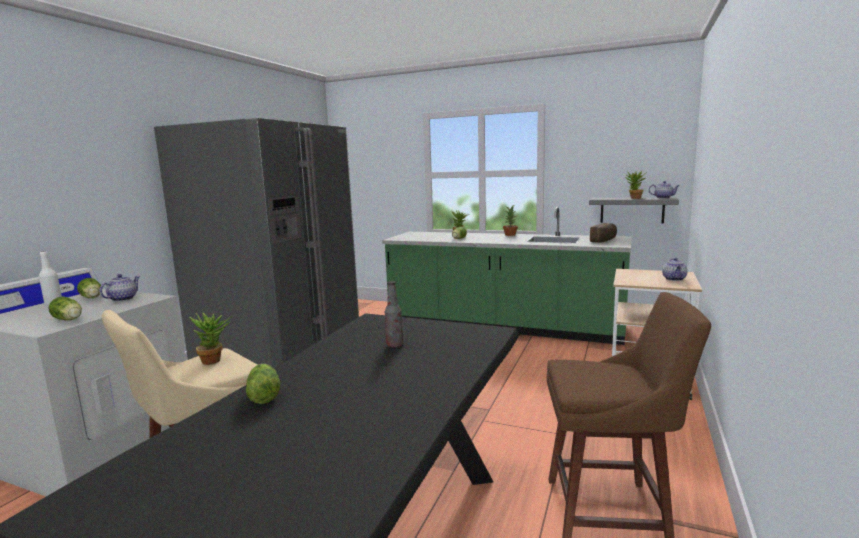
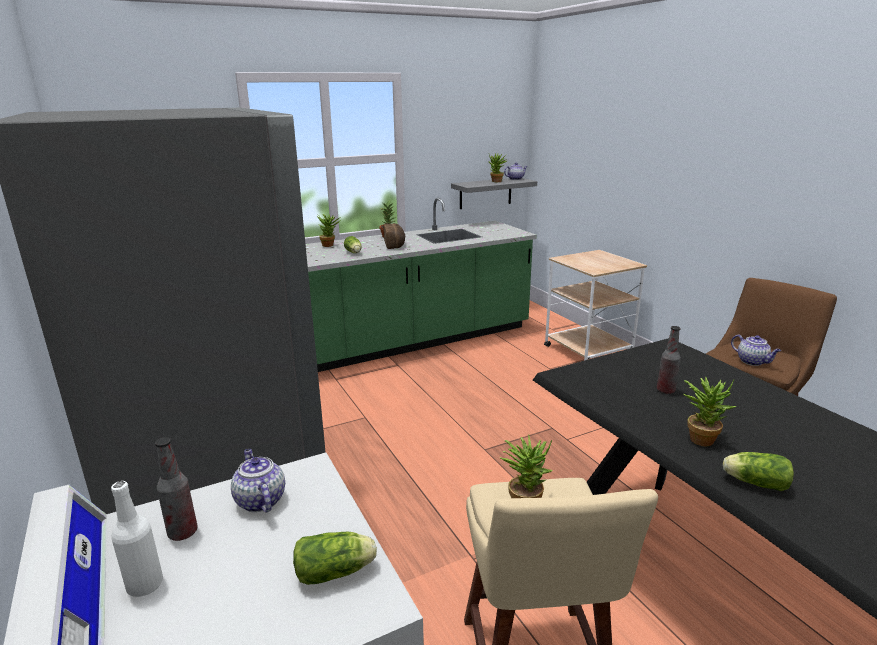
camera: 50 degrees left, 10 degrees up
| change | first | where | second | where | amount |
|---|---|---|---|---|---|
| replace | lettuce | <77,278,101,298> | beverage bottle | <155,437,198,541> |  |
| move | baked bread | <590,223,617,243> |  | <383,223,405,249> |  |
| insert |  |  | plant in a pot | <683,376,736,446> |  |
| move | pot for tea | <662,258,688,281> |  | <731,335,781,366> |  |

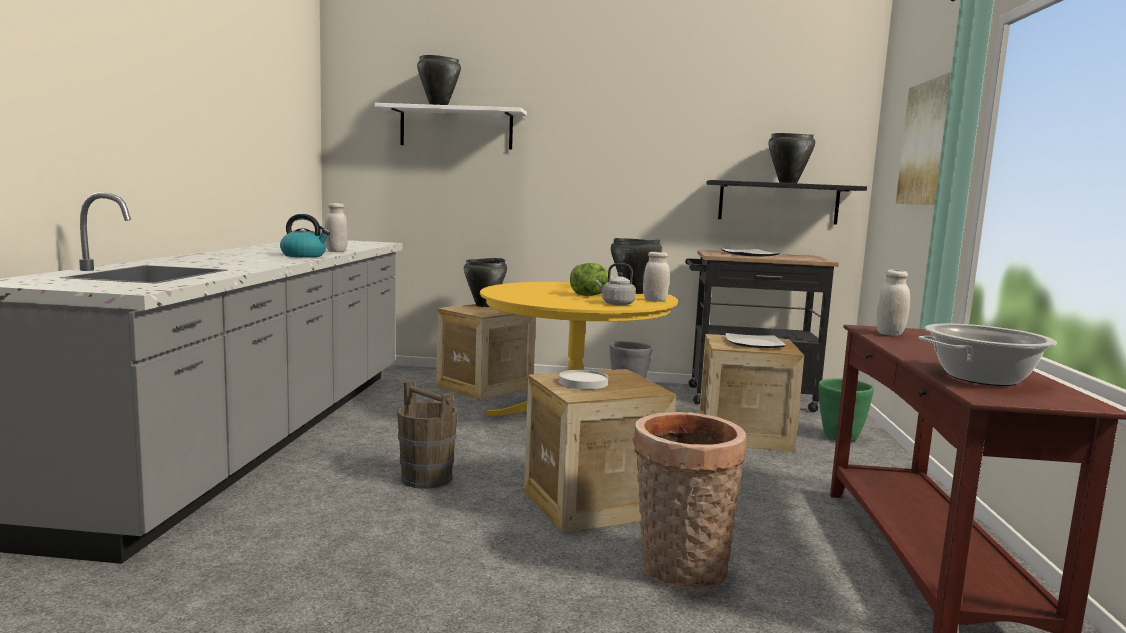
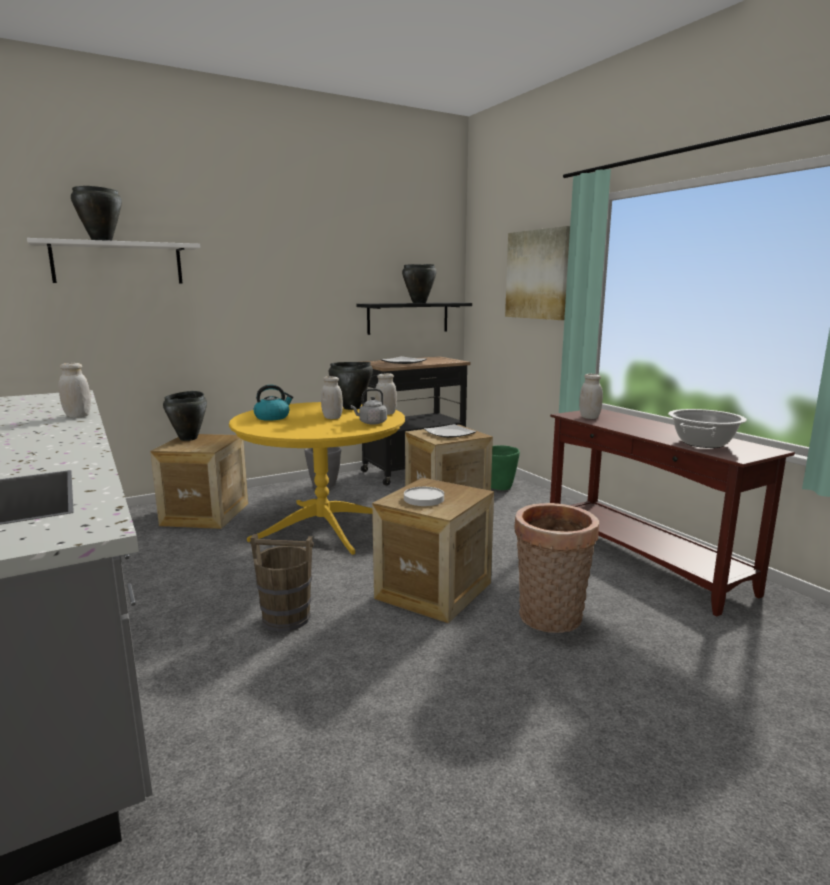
camera: 35 degrees left, 5 degrees up
| change | first | where | second | where | amount |
|---|---|---|---|---|---|
| move | tea kettle | <280,214,330,257> |  | <254,385,293,421> |  |
| replace | lettuce | <570,263,613,296> | white-coloured storage jar | <321,376,343,419> |  |

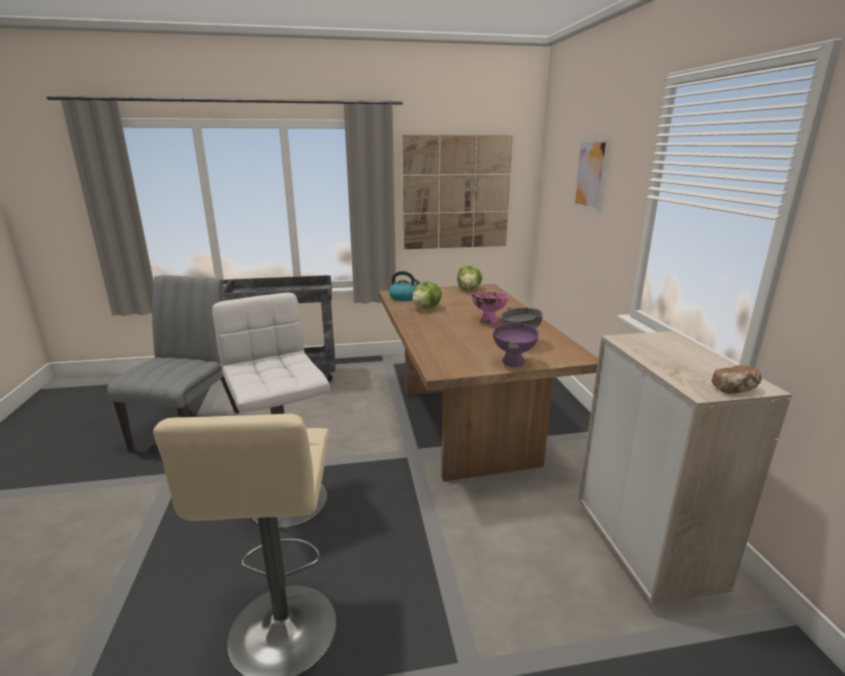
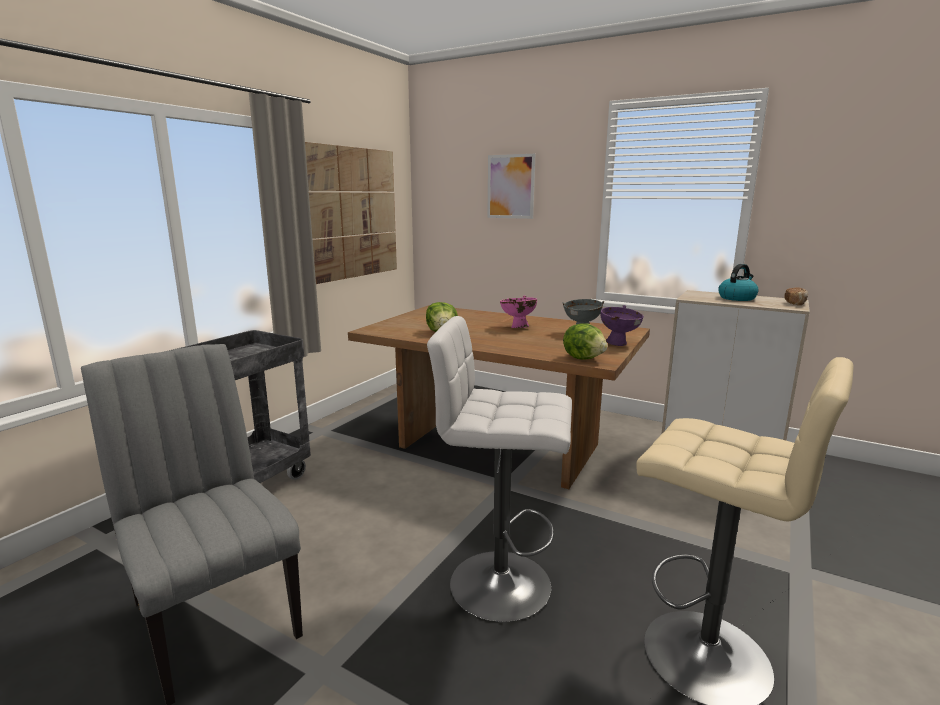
camera: 50 degrees left, 5 degrees down
| change | first | where | second | where | amount |
|---|---|---|---|---|---|
| move | lettuce | <457,266,482,290> |  | <563,324,607,360> |  |
| move | tea kettle | <389,271,421,301> |  | <718,264,759,301> |  |

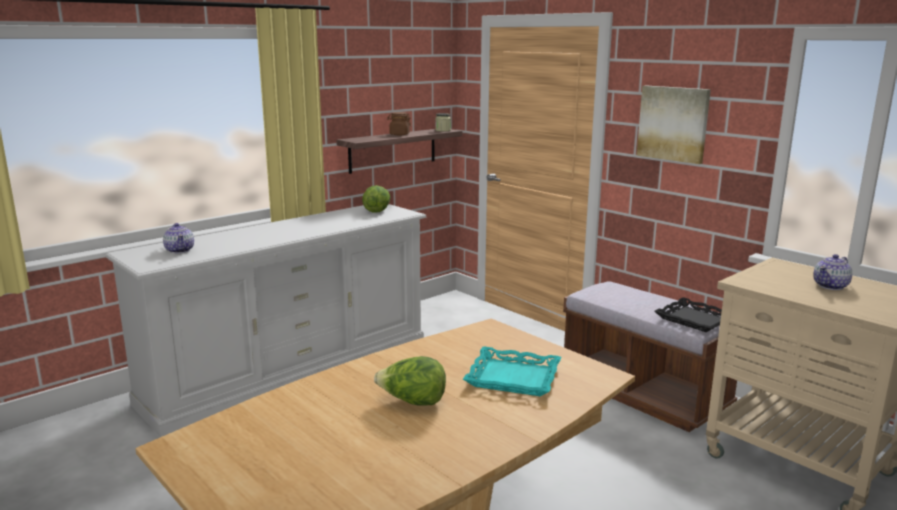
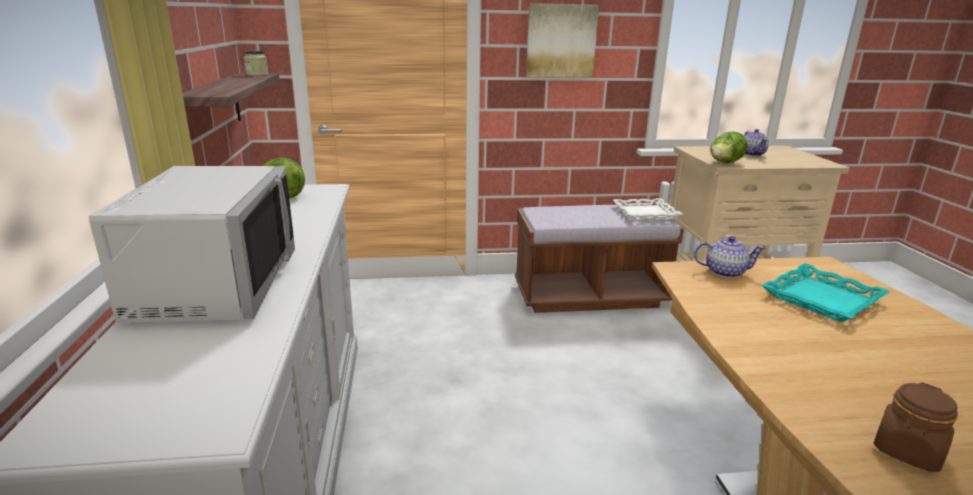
camera: 55 degrees left, 5 degrees up
| change | first | where | second | where | amount |
|---|---|---|---|---|---|
| insert |  |  | gray microwave | <89,166,295,323> |  |
| recolor | blackish tray | <654,297,722,332> | white-coloured tray | <613,198,682,220> |  |
| move | pot for tea | <163,223,194,253> |  | <694,236,766,278> |  |
| move | lettuce | <374,356,446,406> |  | <710,131,748,163> |  |
| move | brown storage jar | <387,112,411,135> |  | <874,383,958,472> |  |

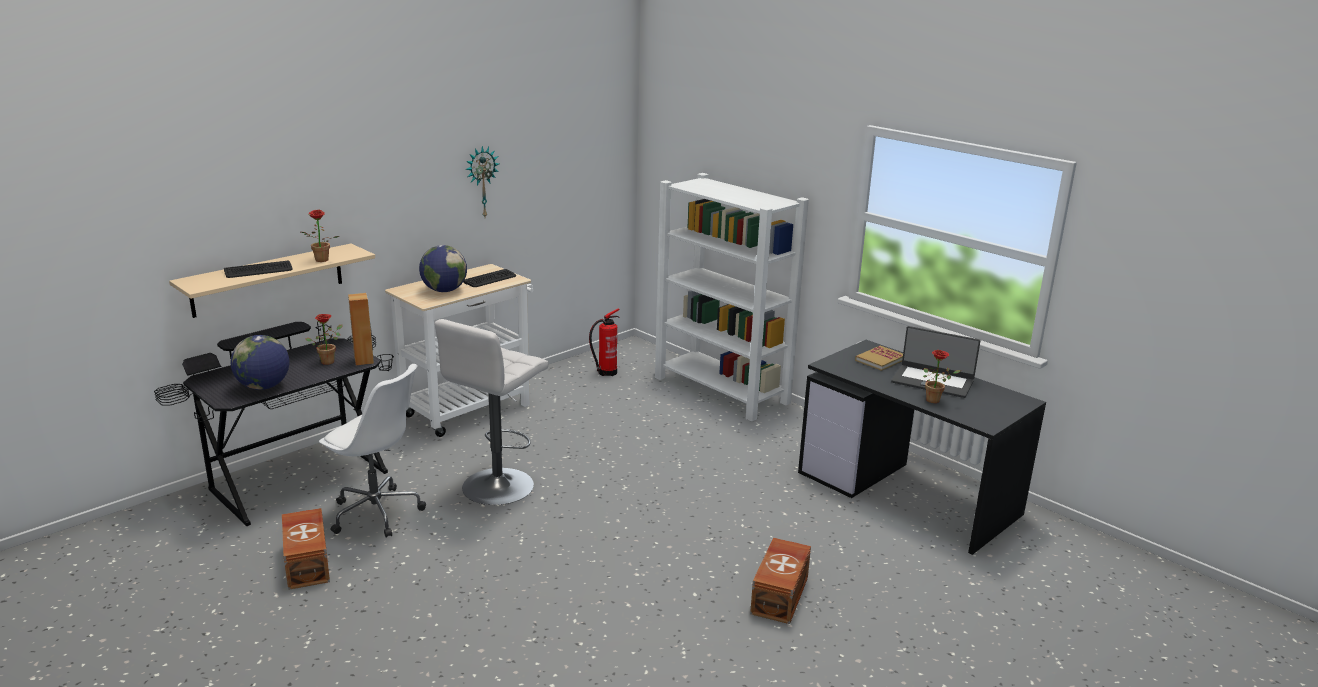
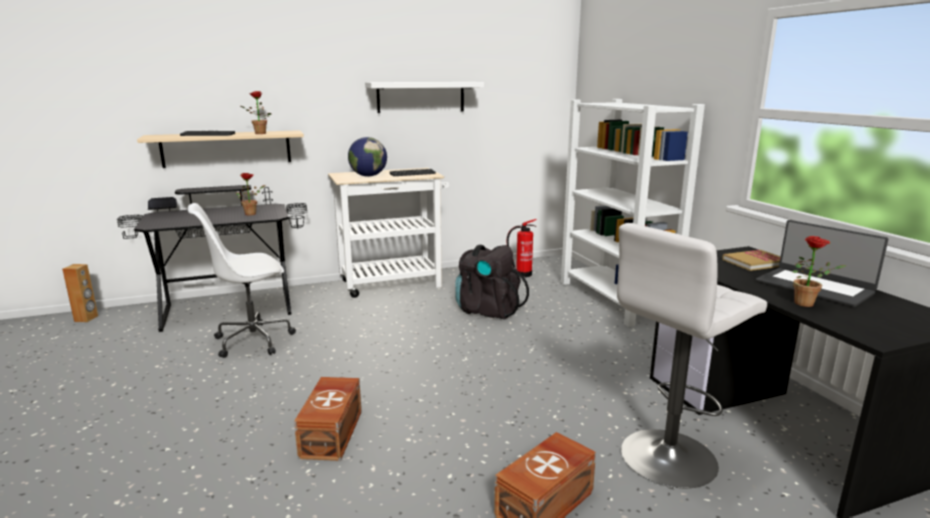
camera: 25 degrees right, 5 degrees down
| change | first | where | second | where | amount |
|---|---|---|---|---|---|
| move | brown audio speaker | <348,293,374,365> |  | <62,264,98,322> |  |
| rotate | white-coloured computer chair | <319,364,426,537> |  | <188,203,296,358> | 105 degrees clockwise |
| move | brown storage container | <282,508,330,590> |  | <294,377,361,461> |  |
| replace | clock on the wall | <466,146,499,217> | white-coloured bracket shelf | <365,82,484,113> |  |
| insert |  |  | blackish backpack | <455,245,529,320> |  |
| move | white-coloured stool seat | <434,319,548,505> |  | <617,223,767,488> |  |
| delete | desk globe | <230,335,289,390> |  |  |  |

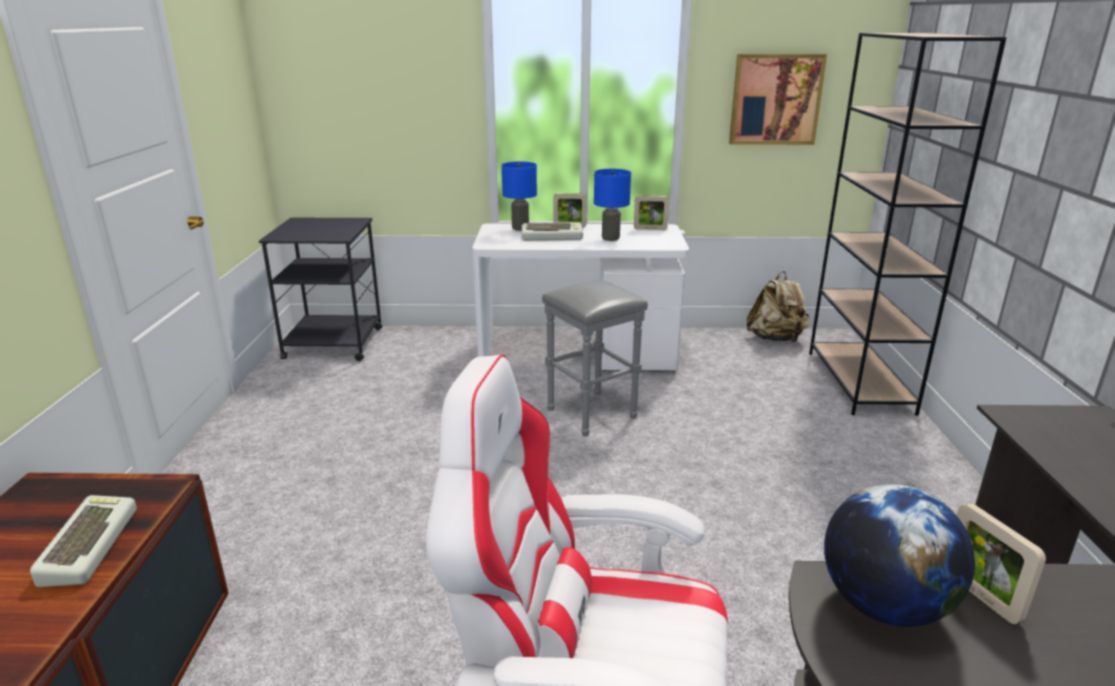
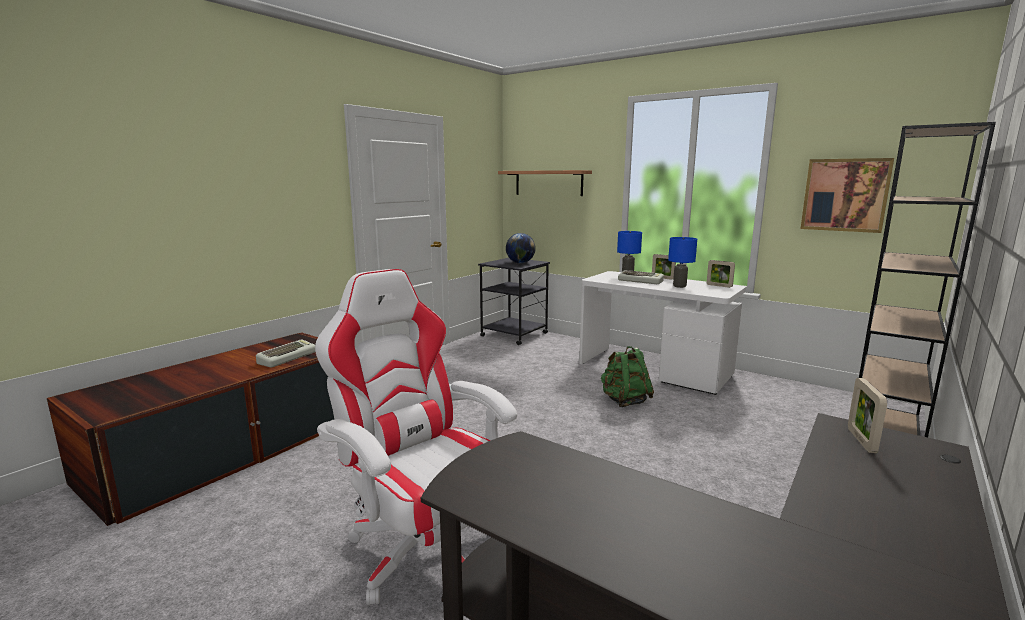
camera: 35 degrees right, 10 degrees down
| change | first | where | second | where | amount |
|---|---|---|---|---|---|
| insert |  |  | bracket shelf | <498,170,592,196> |  |
| move | desk globe | <824,484,975,627> |  | <506,233,536,263> |  |
| replace | gray stool seat | <542,281,648,436> | green-coloured backpack | <601,346,654,407> |  |
| move | standing frame | <957,503,1046,624> |  | <848,378,887,453> |  |
| delete | beige-coloured backpack | <747,271,810,342> |  |  |  |

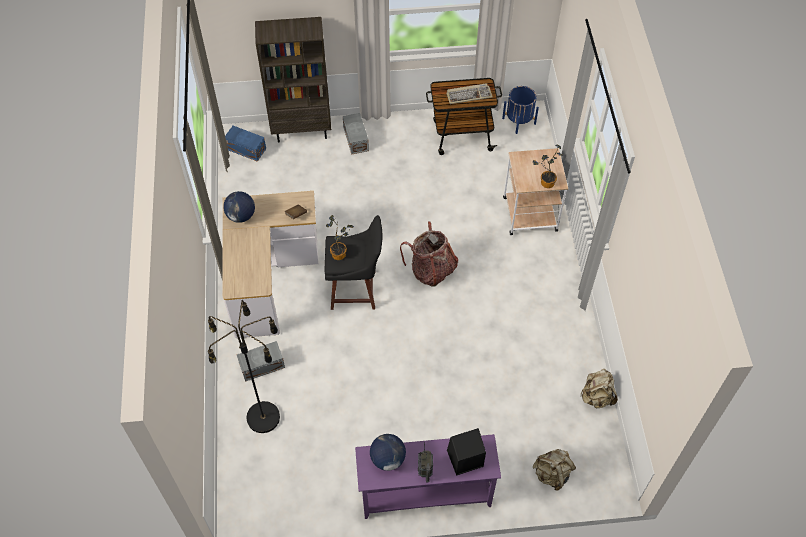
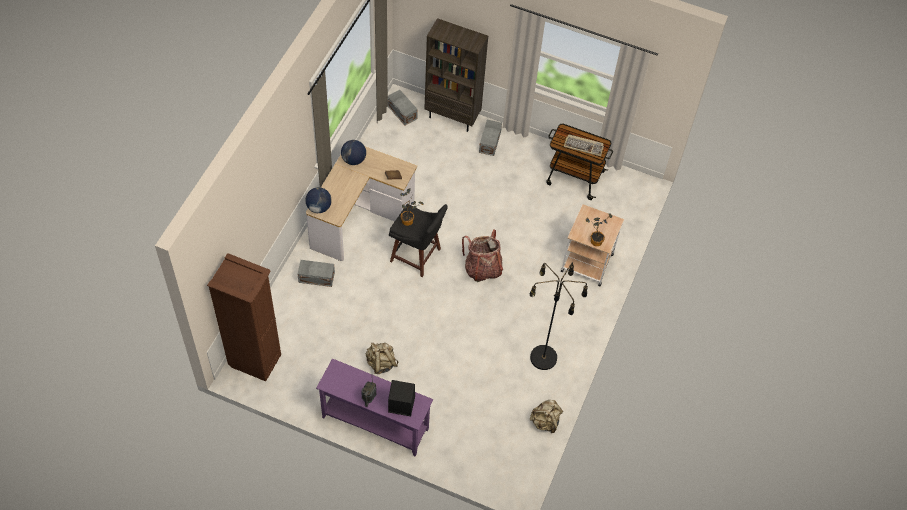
camera: 25 degrees right, 0 degrees up
| change | first | where | second | where | amount |
|---|---|---|---|---|---|
| insert |  |  | brown storage cabinet | <207,253,281,381> |  |
| move | desk globe | <370,434,406,471> |  | <305,187,332,213> |  |
| move | beige-coloured backpack | <533,449,576,491> |  | <366,342,398,374> |  |
| recolor | blue storage container | <225,126,266,161> | gray storage container | <388,90,418,126> |  |
| move | floor lamp | <208,300,280,433> |  | <530,262,588,370> |  |
| delete | blue planter | <502,86,539,134> |  |  |  |

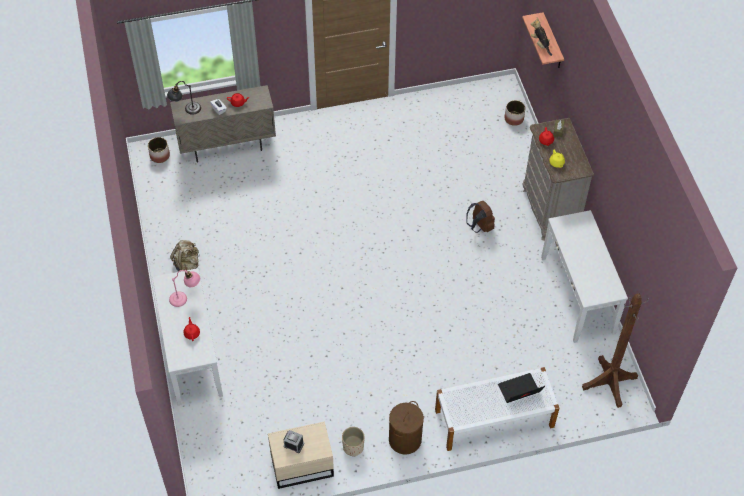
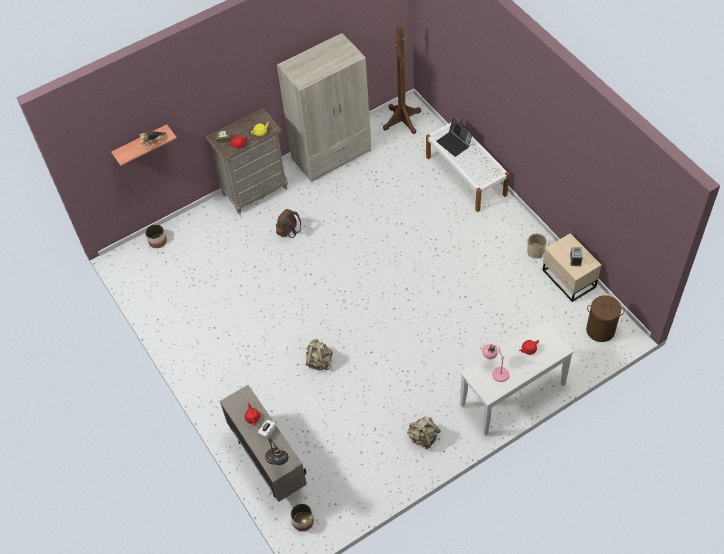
camera: 105 degrees left, 0 degrees up
| change | first | where | second | where | amount |
|---|---|---|---|---|---|
| replace | white-coloured narrow table | <541,210,628,343> | beige-coloured clothes cupboard | <277,33,371,182> |  |
| insert |  |  | beige-coloured backpack | <306,339,333,370> |  |
| move | brown hamper | <389,401,424,455> |  | <586,295,625,342> |  |

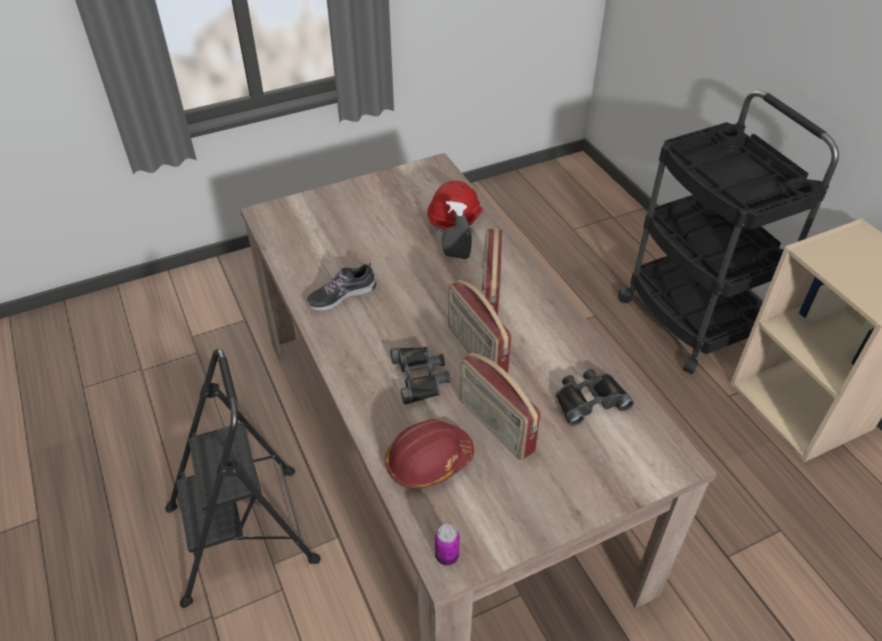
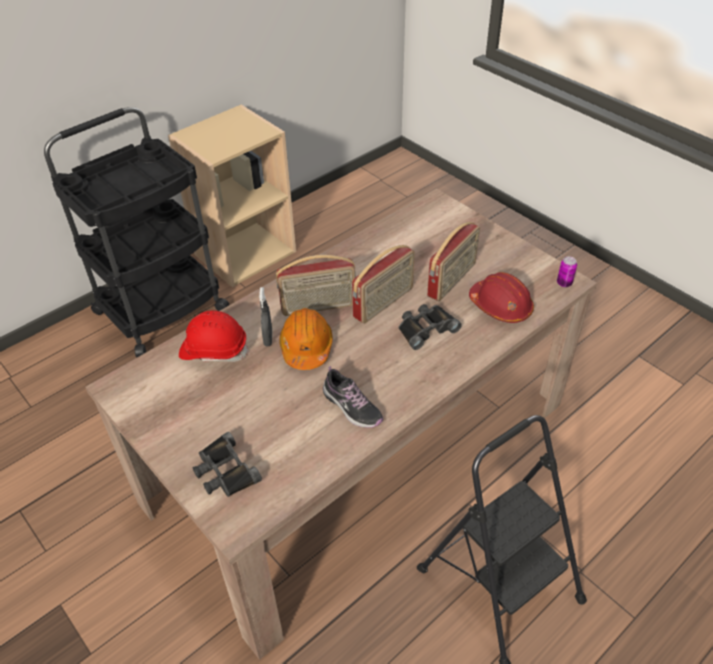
camera: 105 degrees left, 0 degrees up
| change | first | where | second | where | amount |
|---|---|---|---|---|---|
| move | blackish binoculars | <556,369,634,426> |  | <193,432,262,497> |  |
| insert |  |  | orange-coloured safety helmet | <279,308,333,370> |  |

